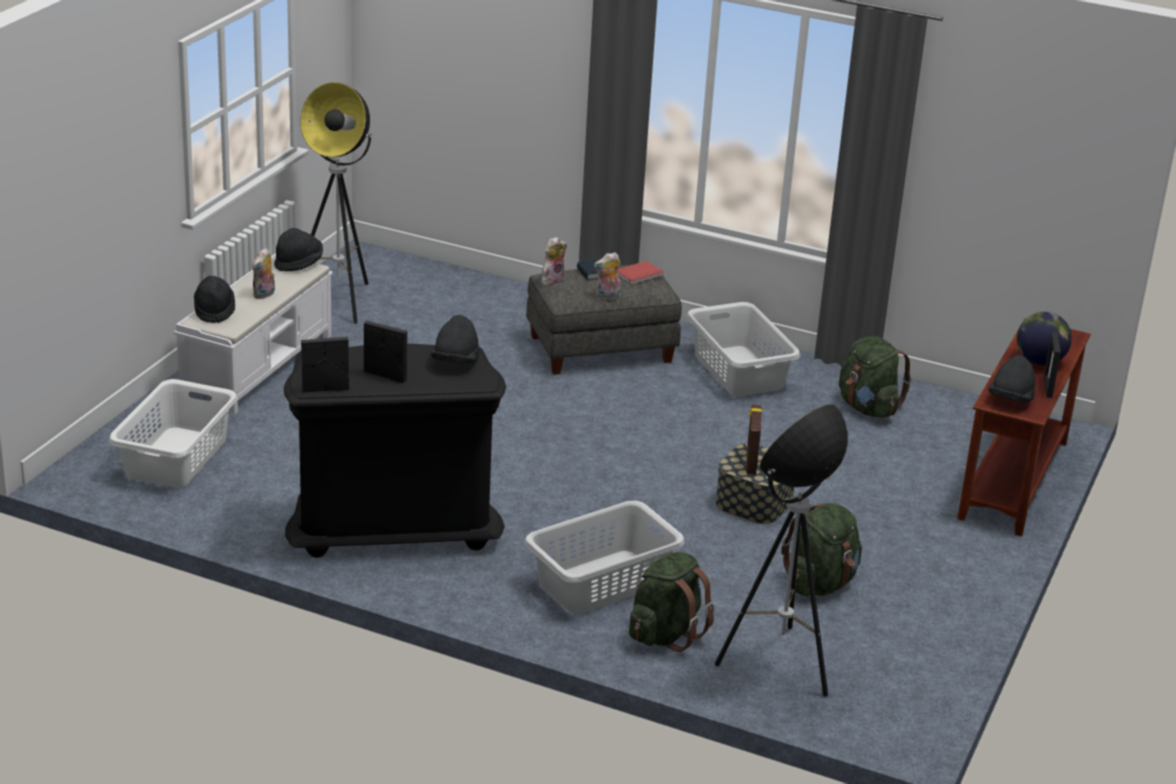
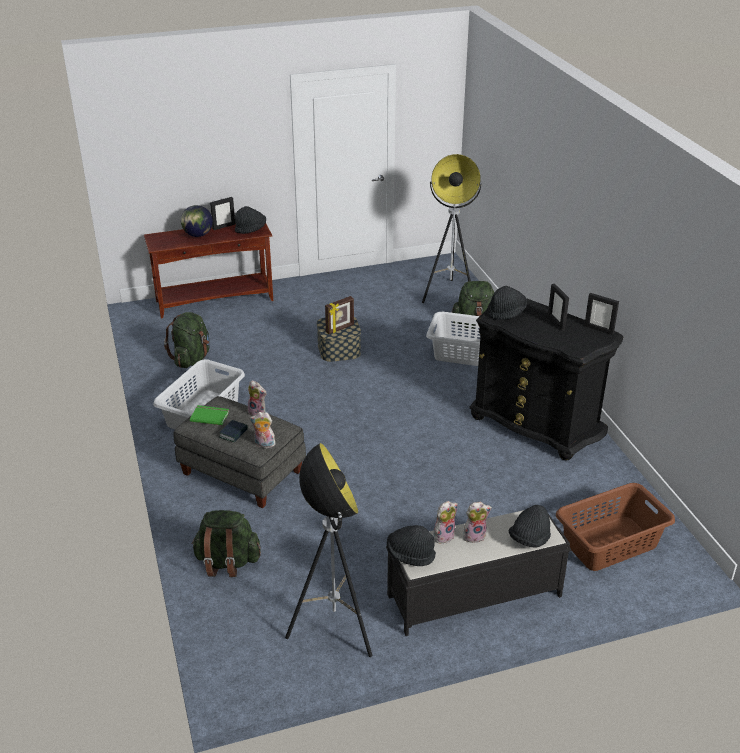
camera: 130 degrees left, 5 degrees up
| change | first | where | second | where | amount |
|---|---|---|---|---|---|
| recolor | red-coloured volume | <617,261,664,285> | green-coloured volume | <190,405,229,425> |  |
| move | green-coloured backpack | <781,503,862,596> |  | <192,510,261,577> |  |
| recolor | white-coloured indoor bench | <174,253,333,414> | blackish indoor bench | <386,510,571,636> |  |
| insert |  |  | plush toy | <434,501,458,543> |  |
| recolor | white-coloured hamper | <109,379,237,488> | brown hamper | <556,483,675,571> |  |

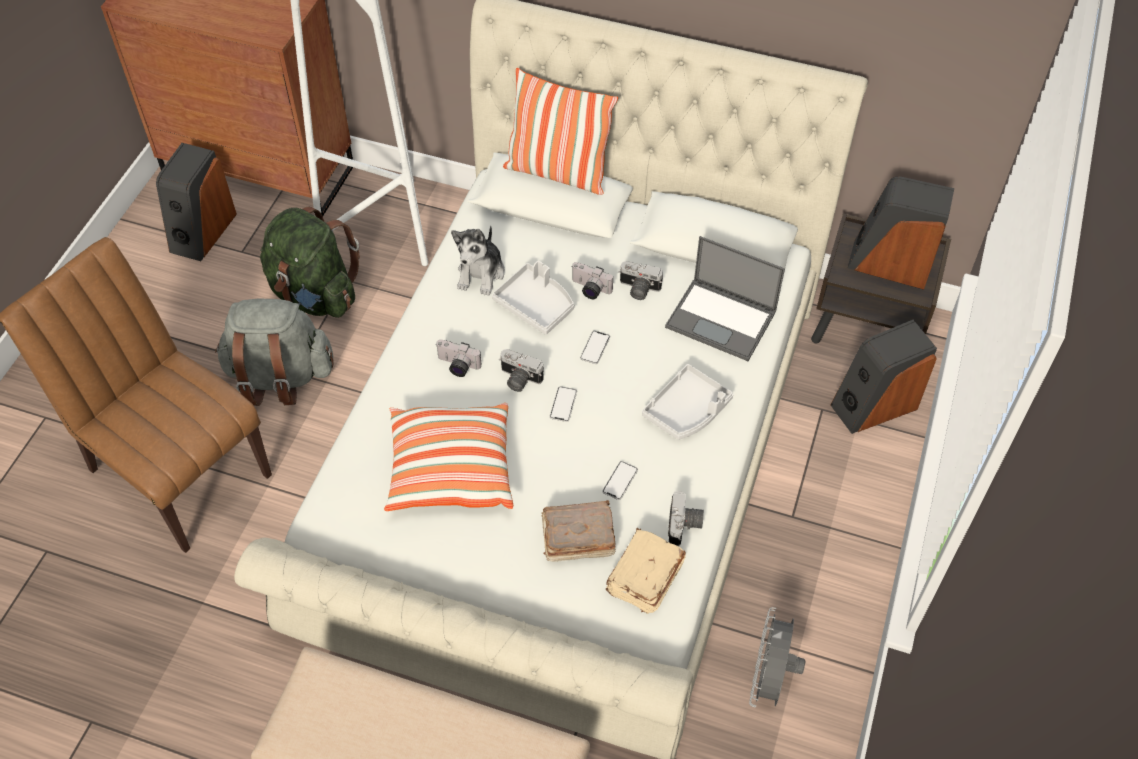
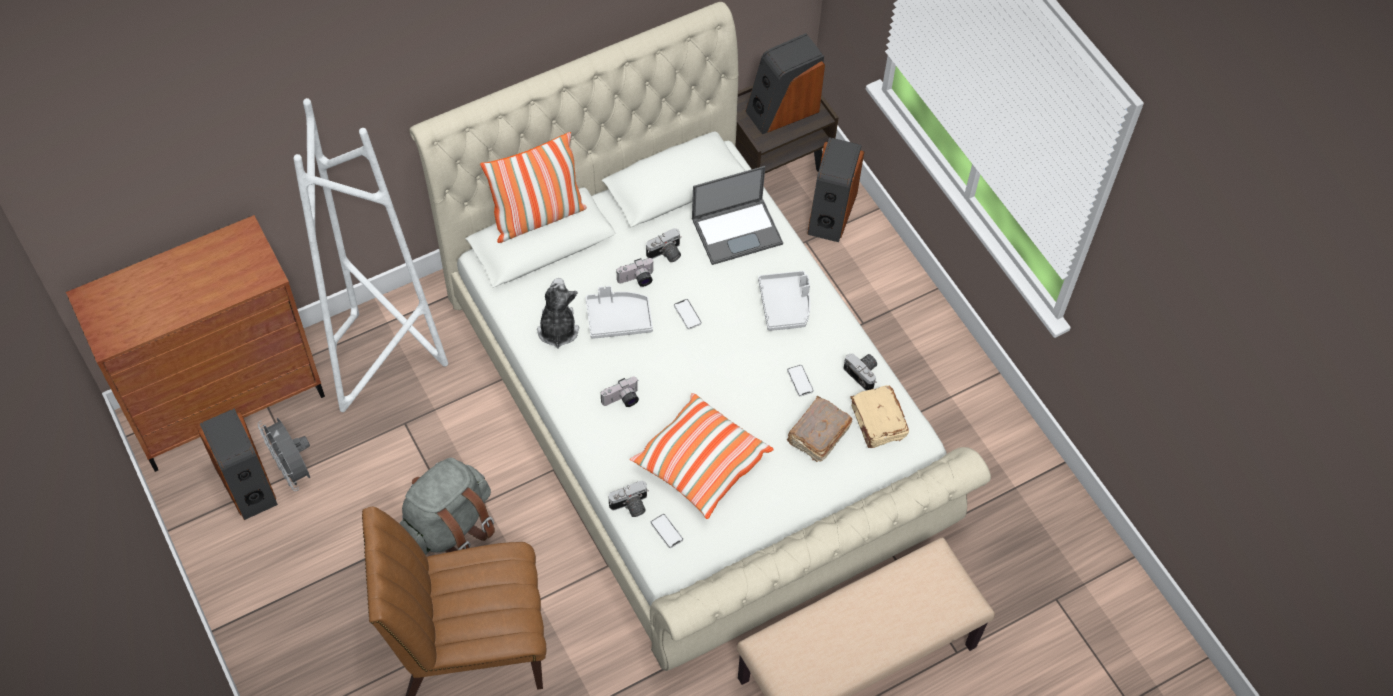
camera: 50 degrees left, 5 degrees up
| change | first | where | second | where | amount |
|---|---|---|---|---|---|
| move | gray fan | <749,607,805,708> |  | <258,418,310,491> |  |
| rotate | plush toy | <451,226,505,296> |  | <537,278,579,349> | 150 degrees counterclockwise |
| move | still camera | <499,349,544,392> |  | <609,480,649,517> |  |
| move | telephone | <550,386,577,422> |  | <650,514,683,548> |  |
| delete | green-coloured backpack | <260,206,360,318> |  |  |  |

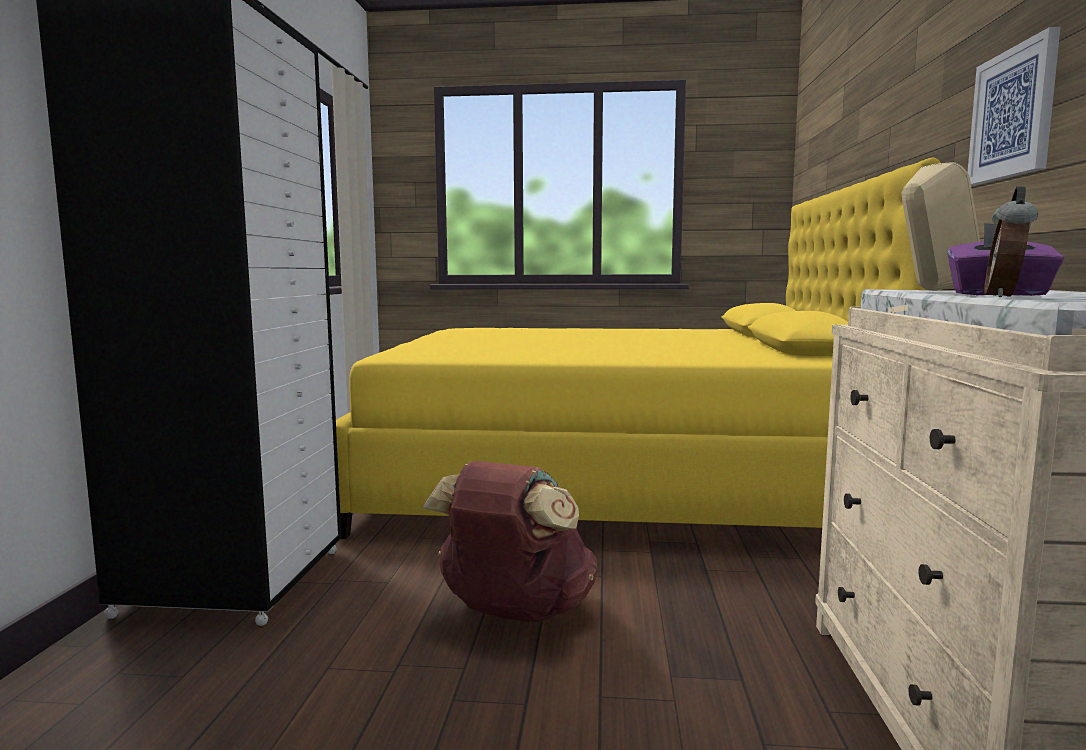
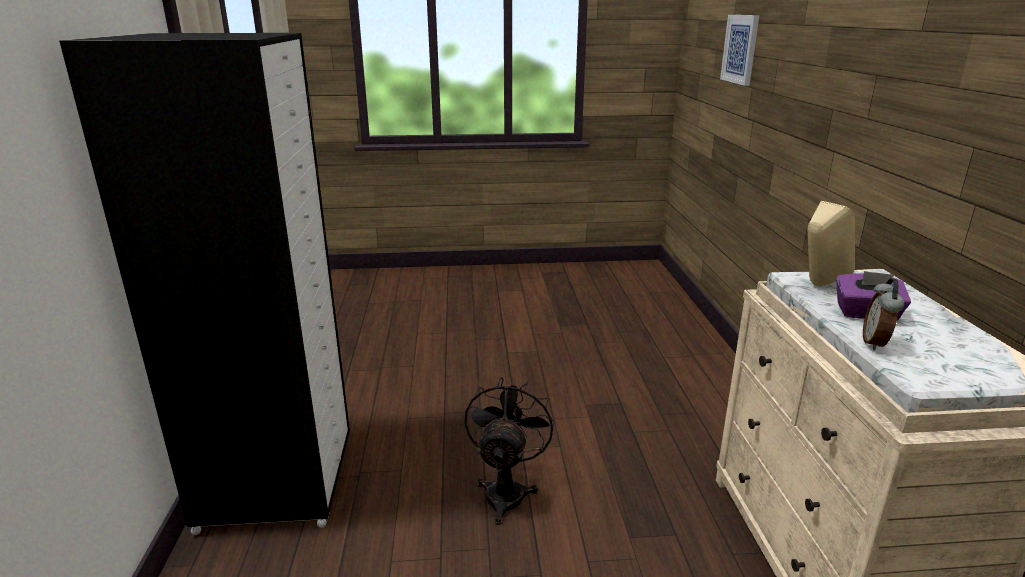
camera: 10 degrees left, 15 degrees up
| change | first | where | second | where | amount |
|---|---|---|---|---|---|
| replace | brown backpack | <422,461,597,622> | blackish fan | <464,377,555,525> |  |
| move | picture | <968,27,1061,185> |  | <720,15,759,86> |  |
| delete | yellow bedroom bed | <336,158,941,539> |  |  |  |

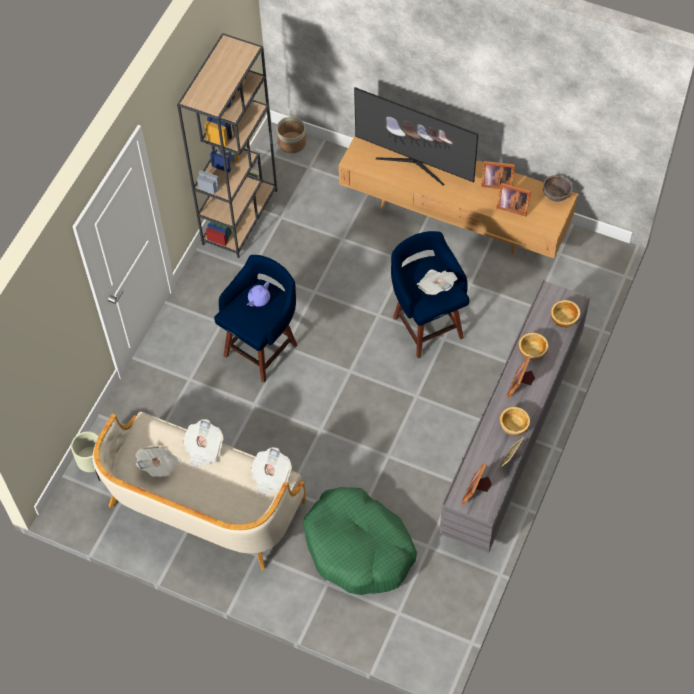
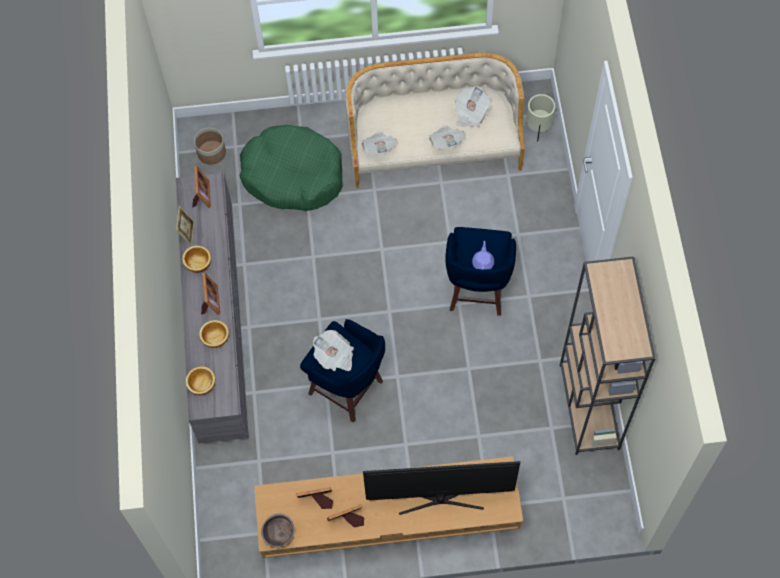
camera: 150 degrees right, 5 degrees up
| change | first | where | second | where | amount |
|---|---|---|---|---|---|
| move | planter | <277,117,306,153> |  | <194,128,226,165> |  |

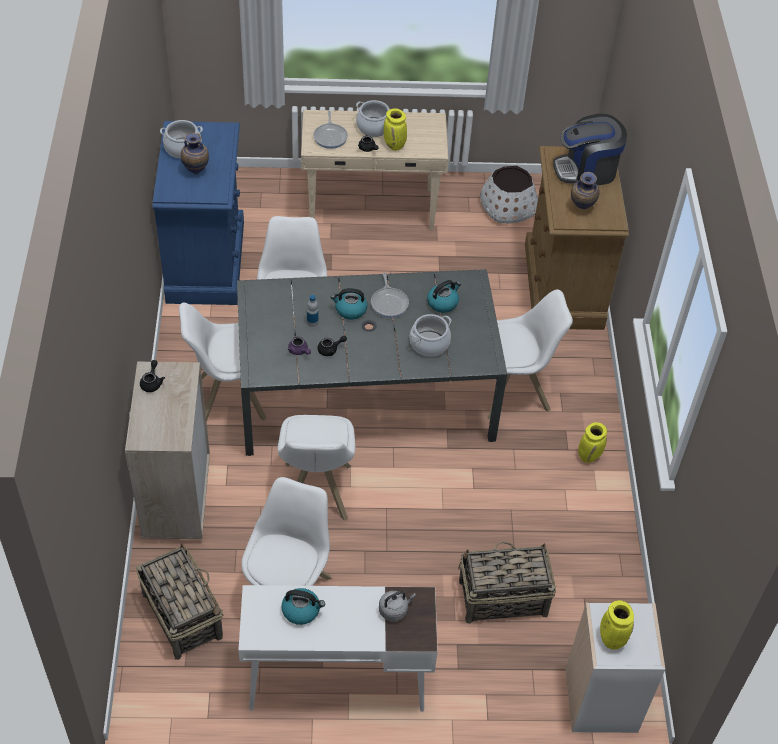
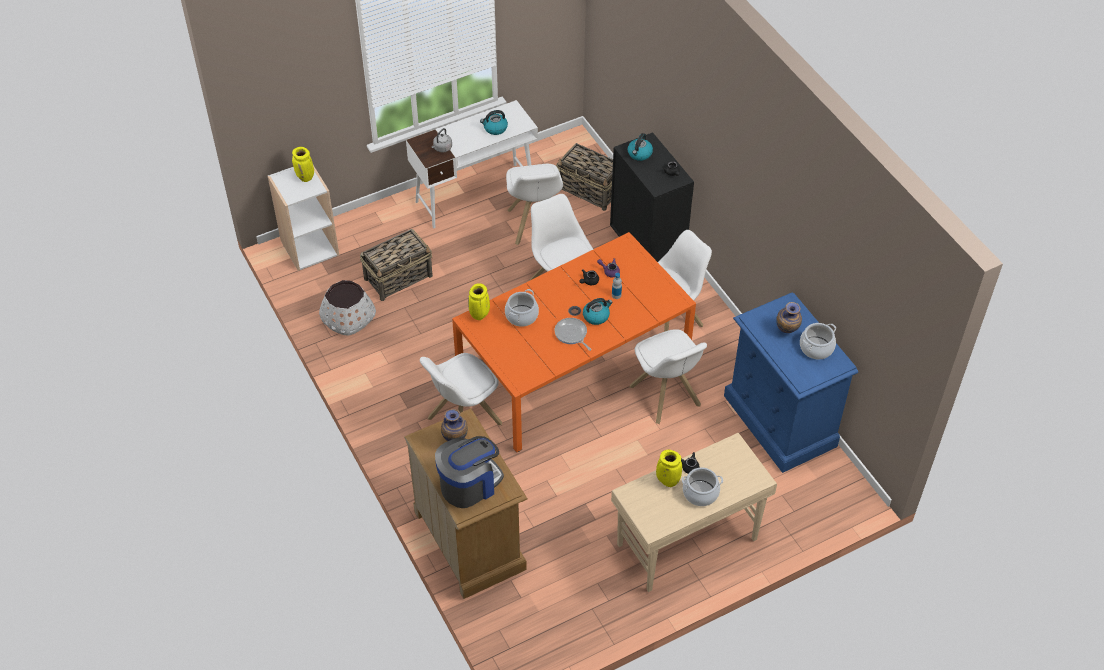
camera: 155 degrees right, 0 degrees up
| change | first | where | second | where | amount |
|---|---|---|---|---|---|
| move | white-coloured planter | <480,166,538,223> |  | <319,280,376,336> |  |
| recolor | gray dining table | <237,269,507,456> | orange-coloured dining table | <452,232,696,453> |  |
| move | yellow decorative vase | <578,422,607,463> |  | <468,283,490,320> |  |
| recolor | beige-coloured storage cabinet | <125,362,210,539> | blackish storage cabinet | <610,132,694,262> |  |
| move | tea kettle | <427,280,461,313> |  | <628,133,653,161> |  |
| delete | frying pan | <313,111,348,149> |  |  |  |

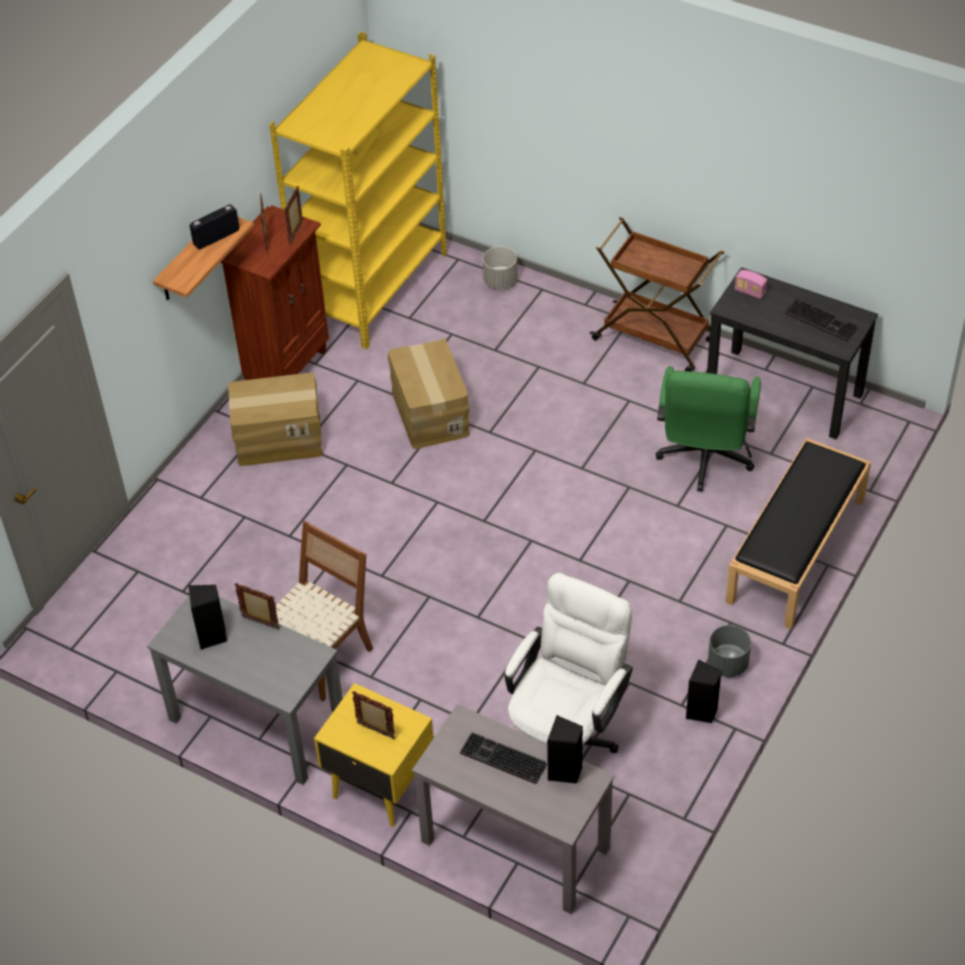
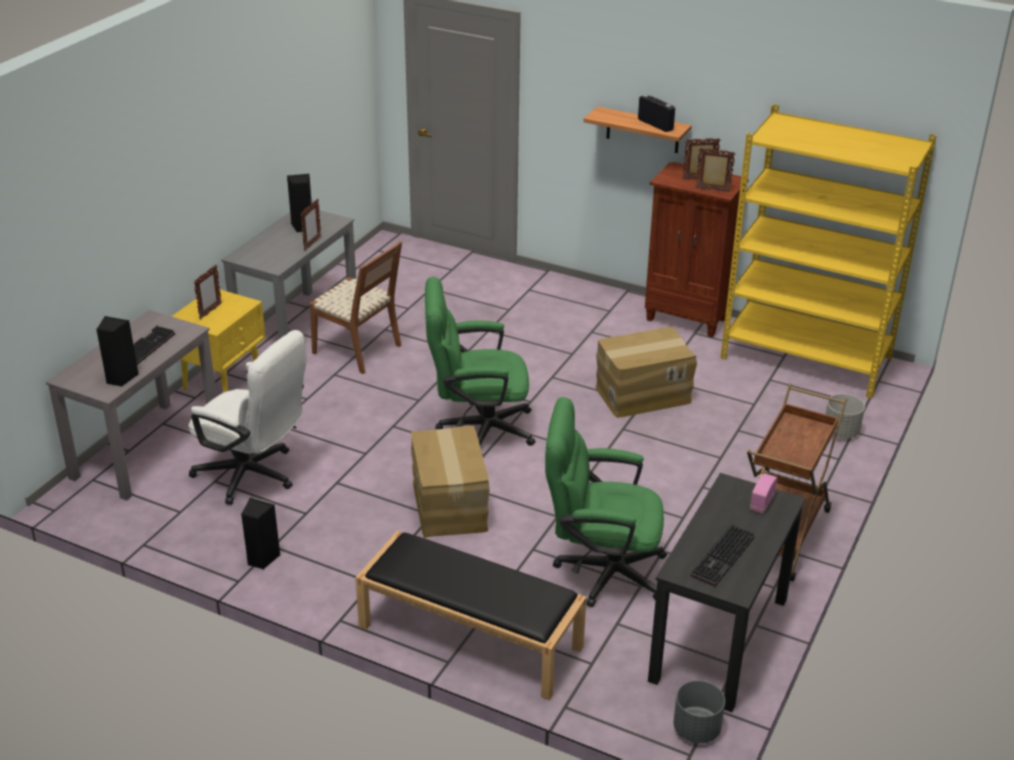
camera: 85 degrees right, 15 degrees down
| change | first | where | second | where | amount |
|---|---|---|---|---|---|
| move | cardboard box | <228,373,323,466> |  | <411,426,490,538> |  |
| insert |  |  | green-coloured computer chair | <425,277,535,446> |  |
| move | gray planter | <708,625,751,677> |  | <673,680,725,743> |  |

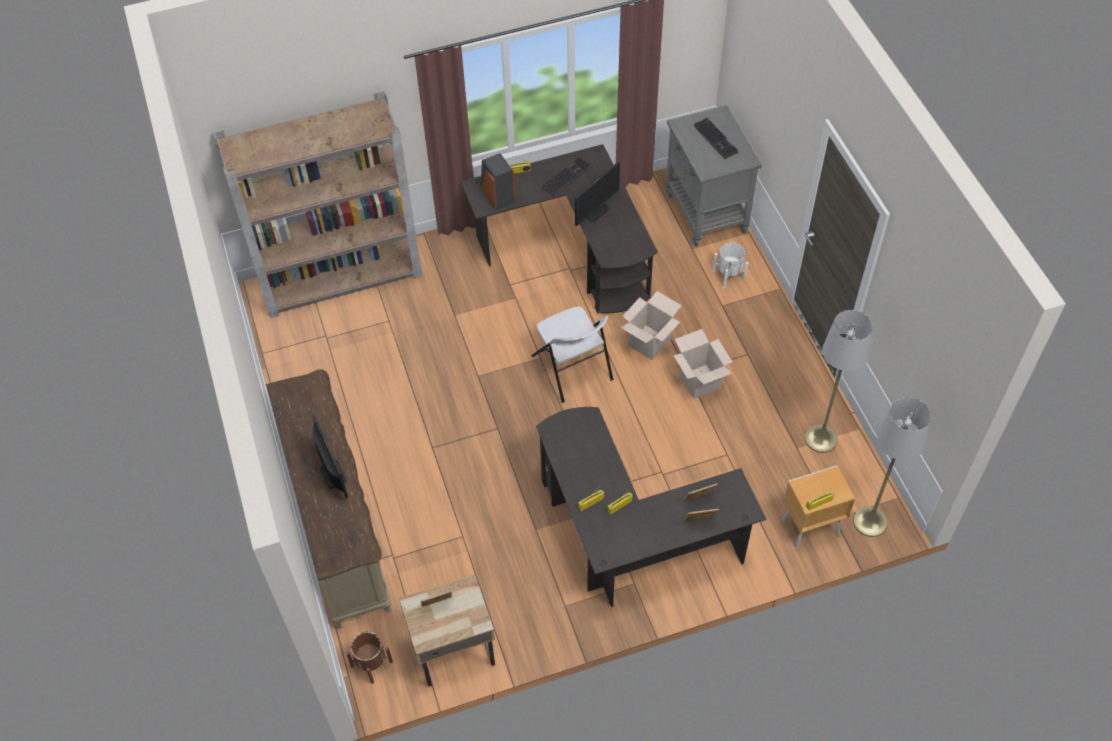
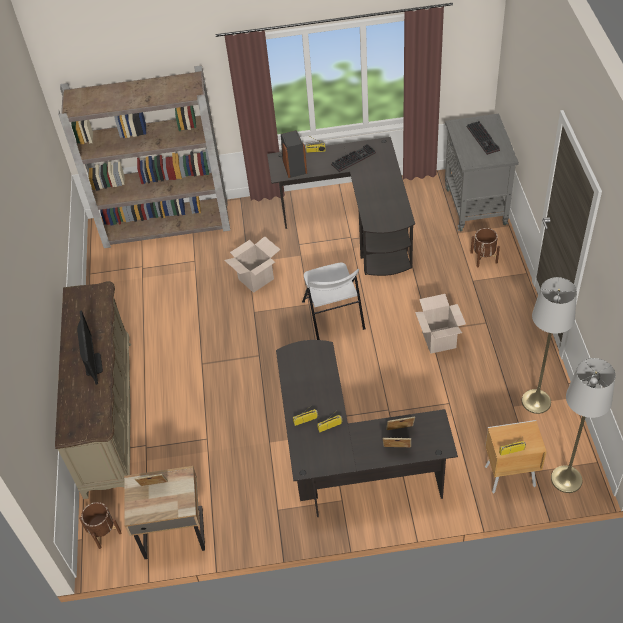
camera: 15 degrees right, 5 degrees down
| change | first | where | second | where | amount |
|---|---|---|---|---|---|
| move | cardboard box | <621,291,682,360> |  | <224,236,281,293> |  |
| recolor | white-coloured planter | <712,242,749,289> | brown planter | <470,228,500,267> |  |
| delete | computer screen | <575,161,620,226> |  |  |  |

